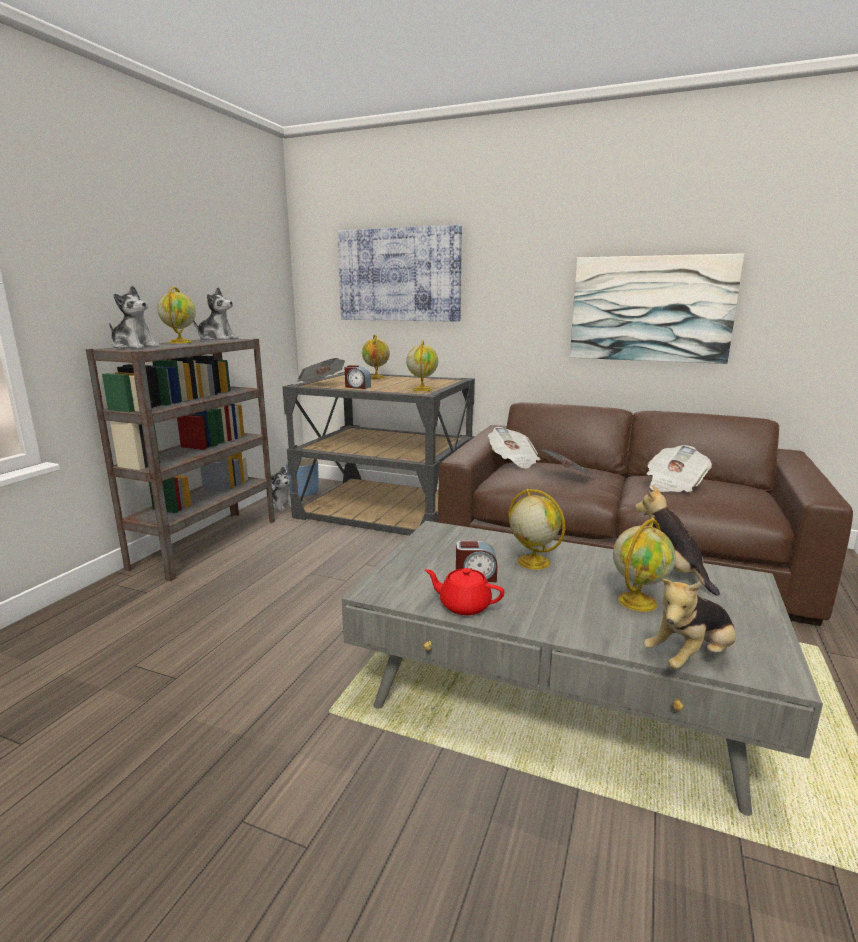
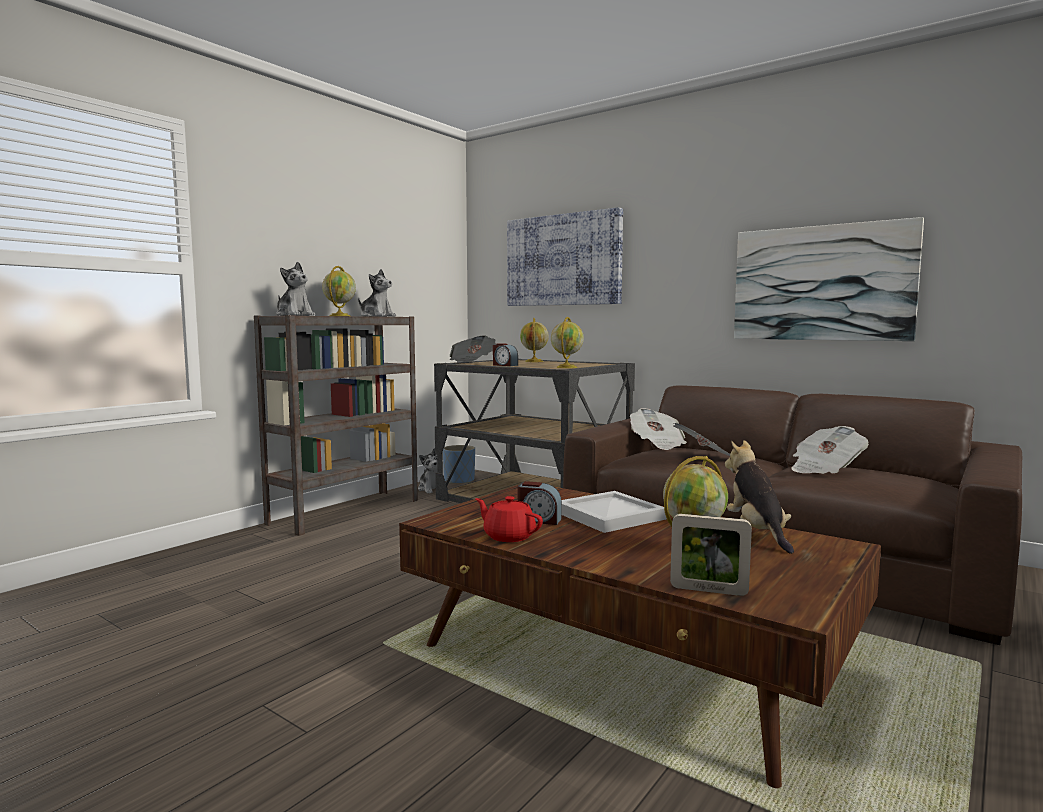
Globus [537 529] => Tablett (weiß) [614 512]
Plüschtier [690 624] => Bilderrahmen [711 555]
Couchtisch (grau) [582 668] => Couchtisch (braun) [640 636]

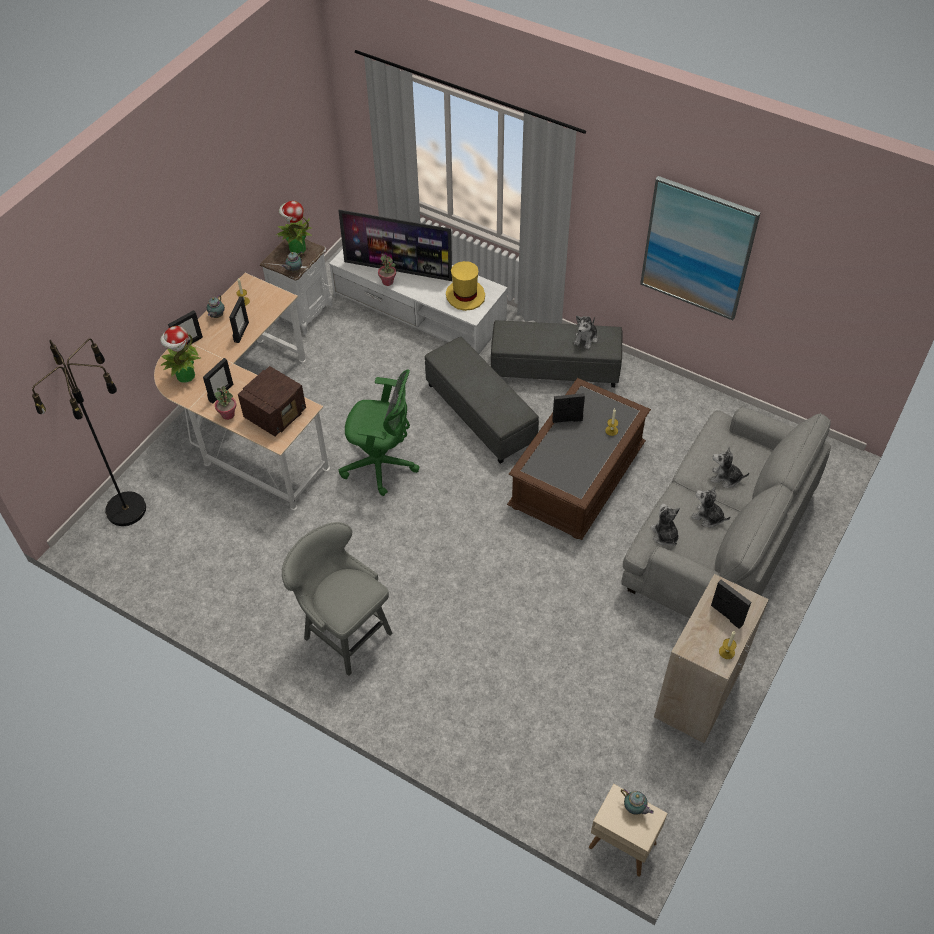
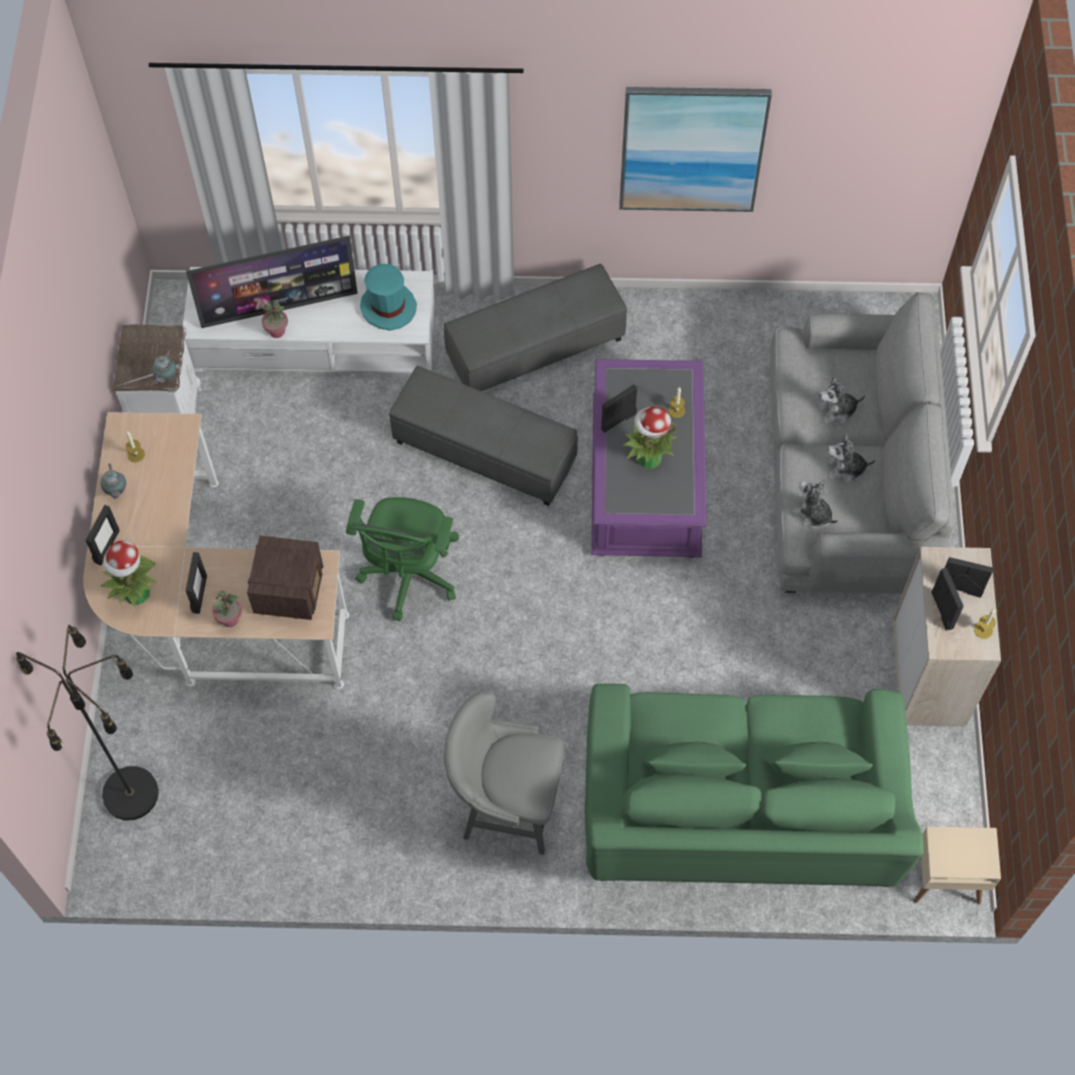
Plüschtier [586 332] => nothing
Teekanne [637 801] => nothing
nothing => Sofa (grün) [754 785]
Bilderrahmen [239 319] => Bilderrahmen [947 599], move
Topfpflanze [293 228] => Topfpflanze [650 437], move
Hut (gelb) [465 286] => Hut (türkis) [388 297]
Couchtisch (braun) [579 459] => Couchtisch (lila) [649 458]
Bürostuhl (grün) [379 432] => Bürostuhl (grün) [402 559], 120 degrees clockwise

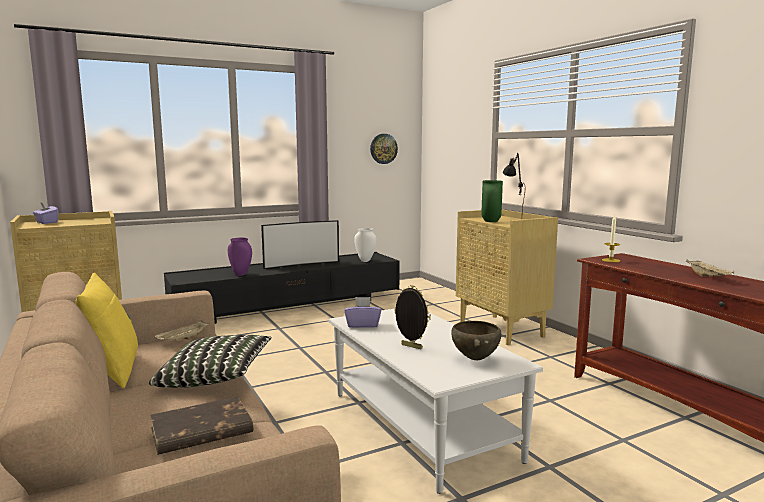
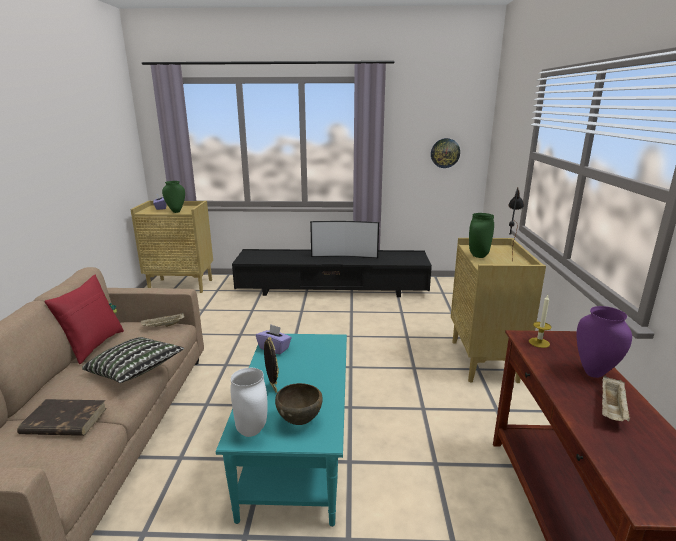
nothing => Vase (grün) [173 197]
Vase (lila) [240 257] => Vase (lila) [604 342], move
Vase (weiß) [365 245] => Vase (weiß) [249 402], move
Kissen (gelb) [106 330] => Kissen (rot) [84 319]
Couchtisch (weiß) [435 401] => Couchtisch (türkis) [281 430]

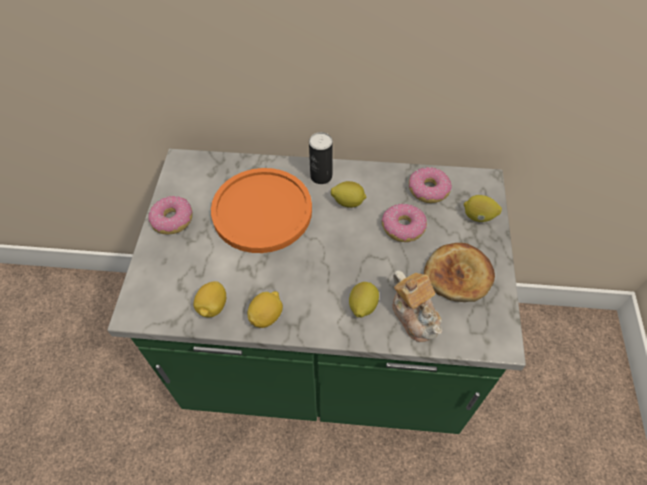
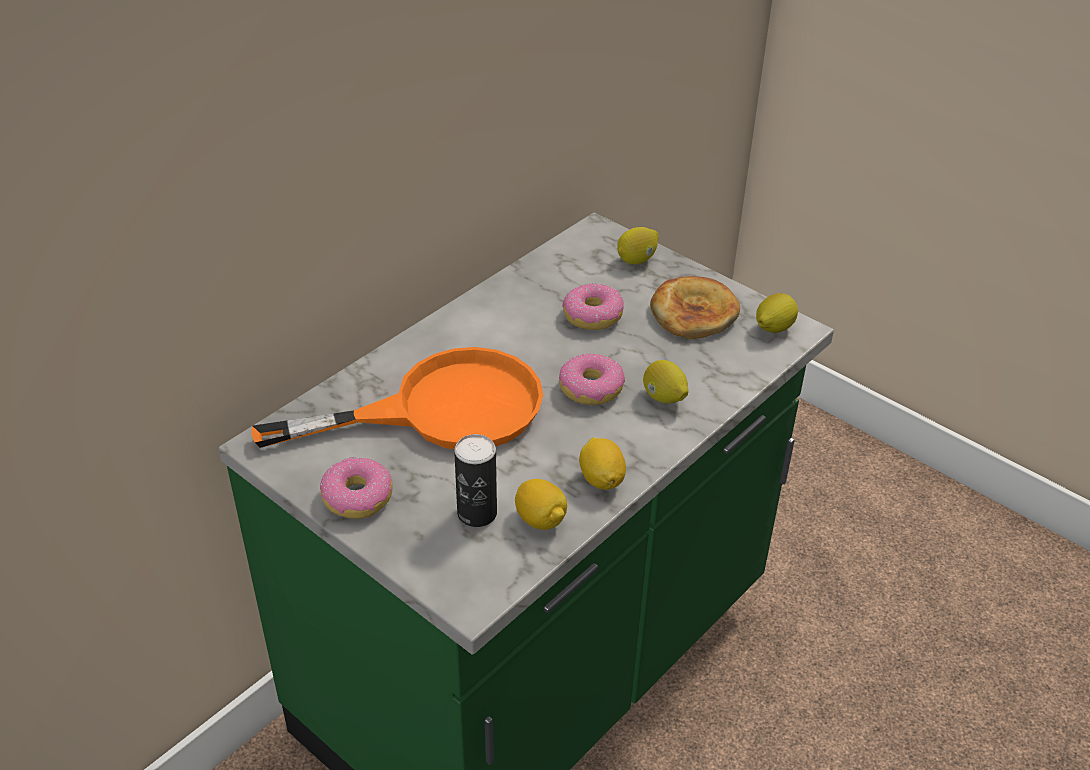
Teekanne [417 306] => nothing
Dose [321 158] => Dose [475 480], move
Zitrone [349 194] => Zitrone [777 313], move
Donut [430 185] => Donut [592 379], move
Teller (orange) [261 210] => Pfanne (orange) [397 398]

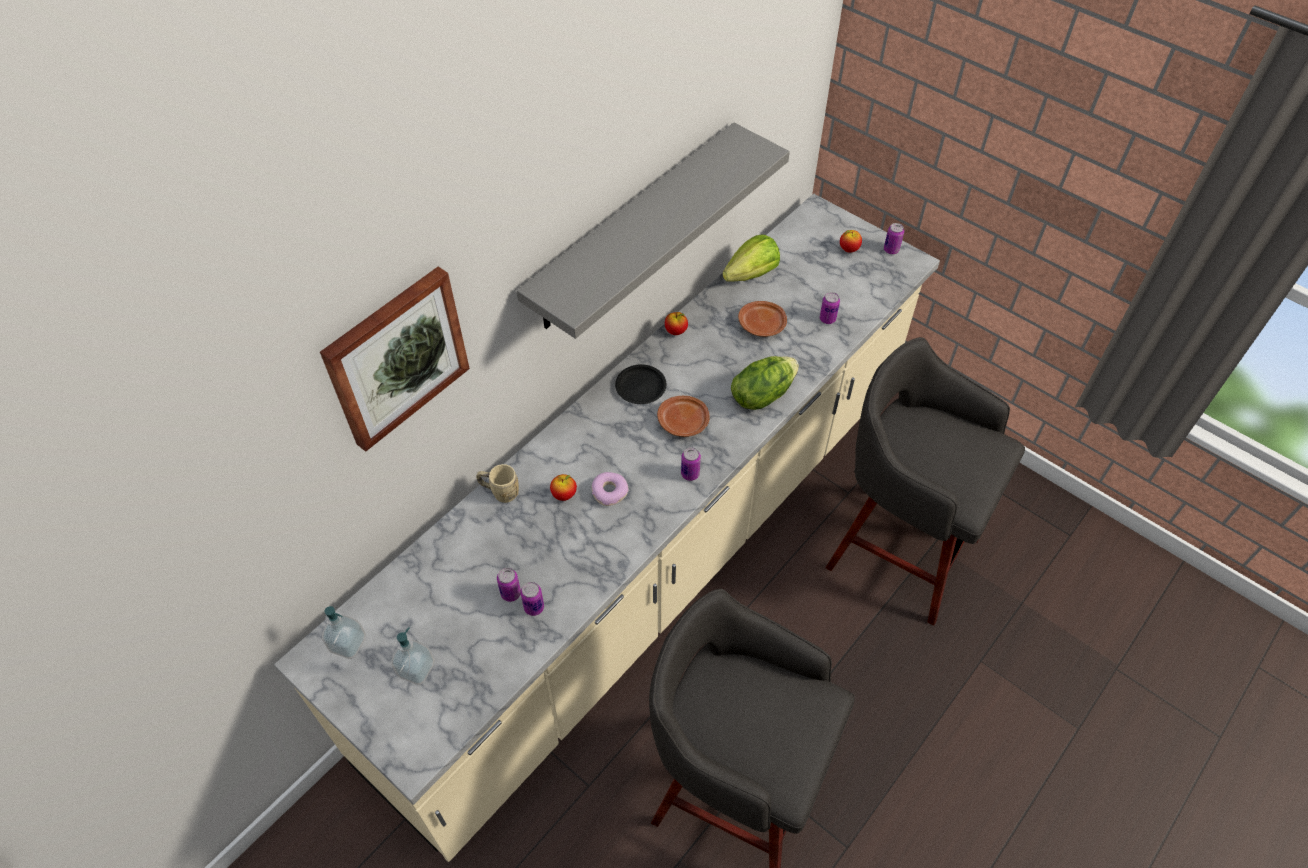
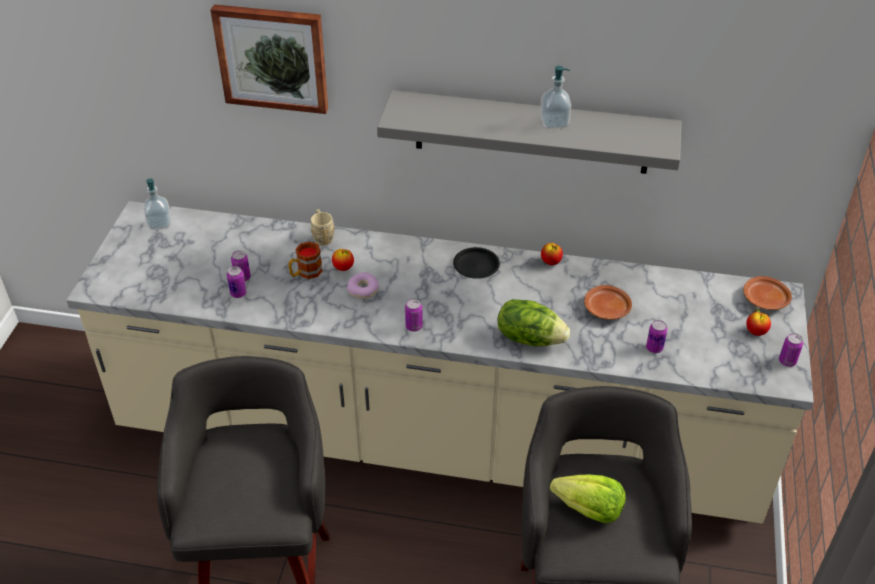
nothing => Henkelbecher [305 260]
Seifenspender [413 656] => Seifenspender [555 97], move
Teller (braun) [683 416] => Teller (braun) [768 293], move
Salatkopf [751 258] => Salatkopf [587 499], move

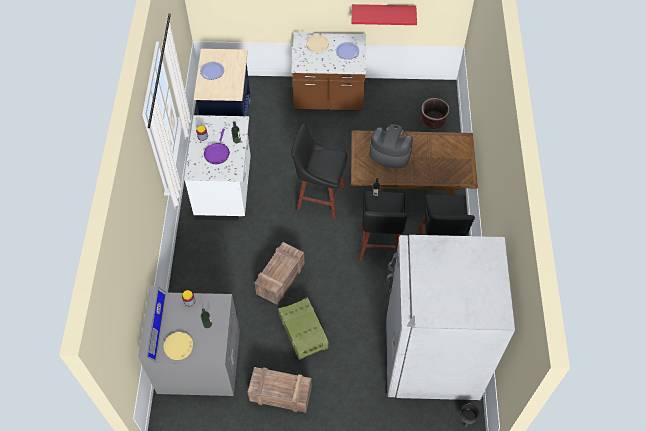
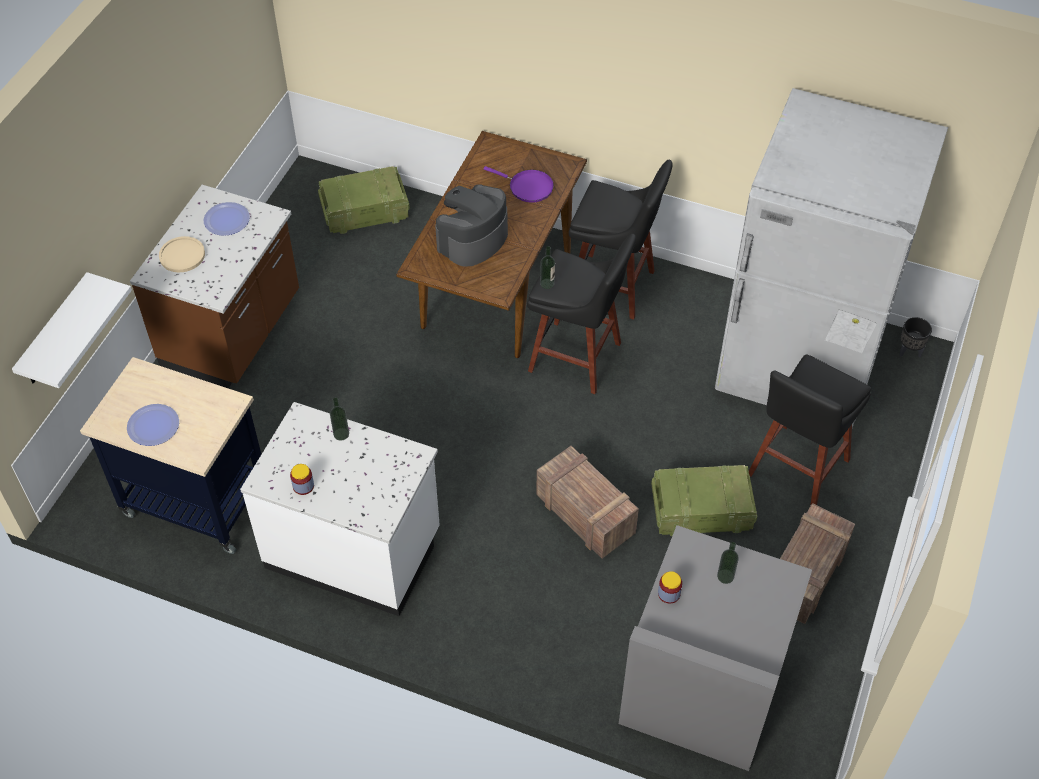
Teller (gelb) [178 346] => nothing
Wandregal (rot) [384 14] => nothing
nothing => Wandregal (weiß) [72 330]
Pfanne (lila) [217 146] => Pfanne (lila) [519 184], move
Hocker (schwarz) [319 171] => Hocker (schwarz) [810 430], move
Pflanzkübel (braun) [435 113] => Kiste [364 200]

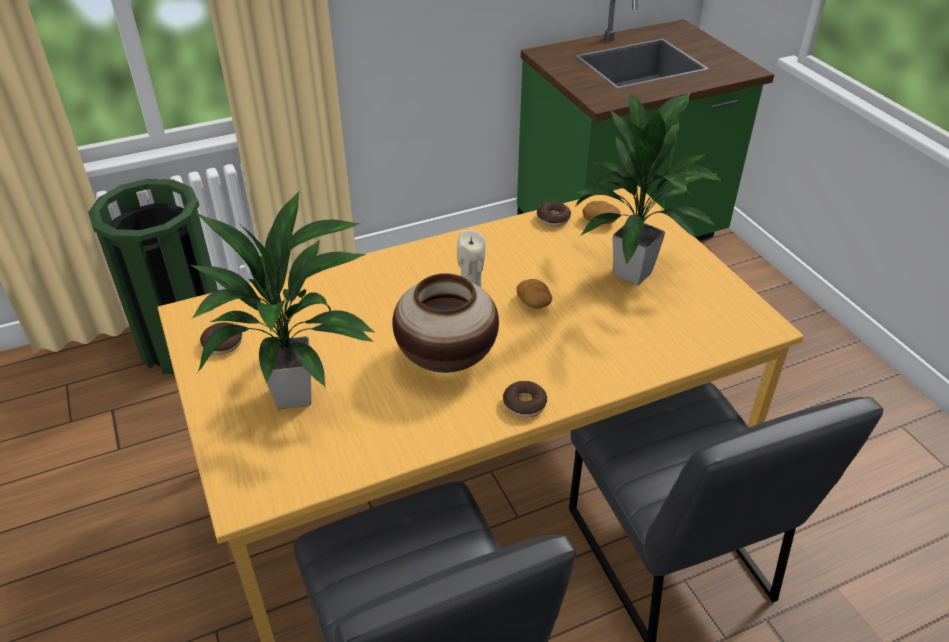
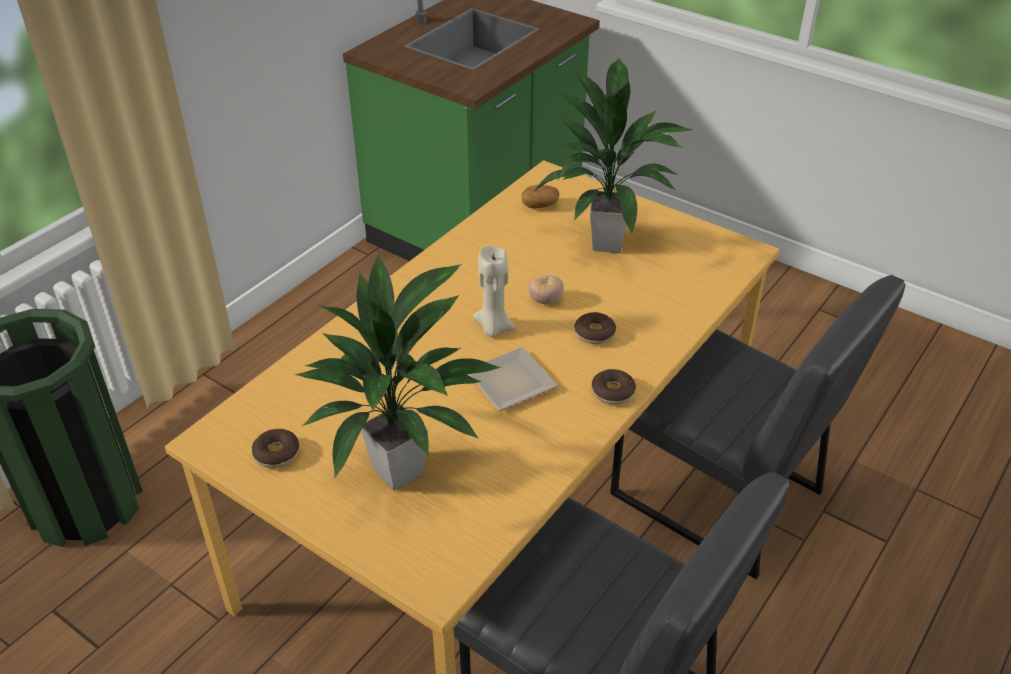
Donut [554 214] => Donut [595 328], move
Vase [446 323] => Teller [513 379]
Kartoffel [534 294] => Tomate [546 289]

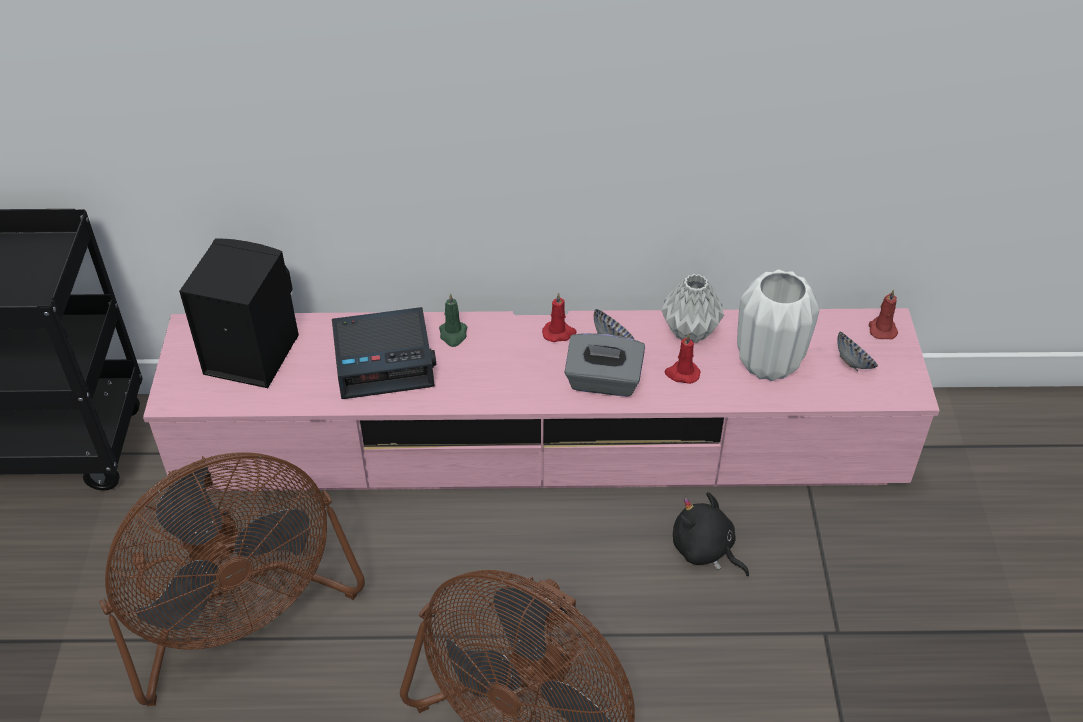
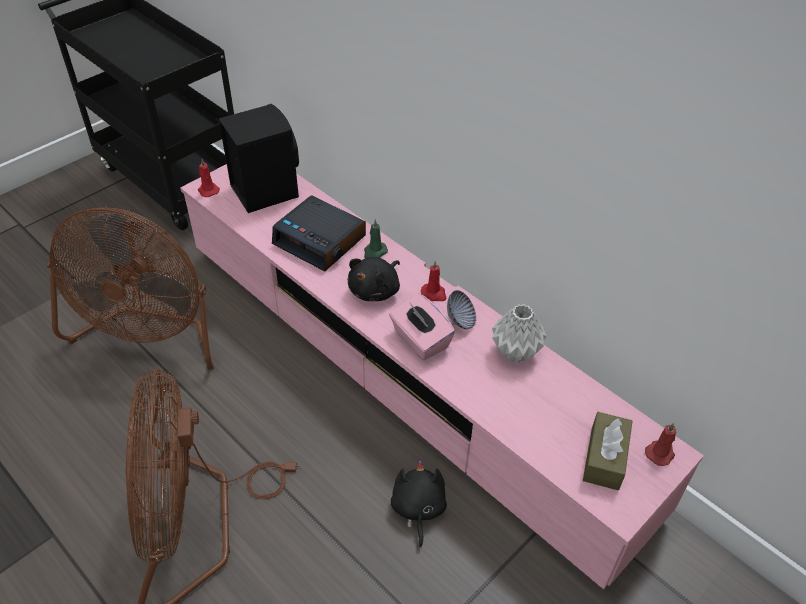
Vase (weiß) [778 325] => nothing
nothing => Plüschtier (schwarz) [373 279]
Kerze (rot) [682 358] => Kerze (rot) [209 178], move
Schüssel [857 351] => Taschentuchbox (braun) [607 451]
Taschentuchbox (grau) [605 364] => Taschentuchbox (rosa) [422 326]

